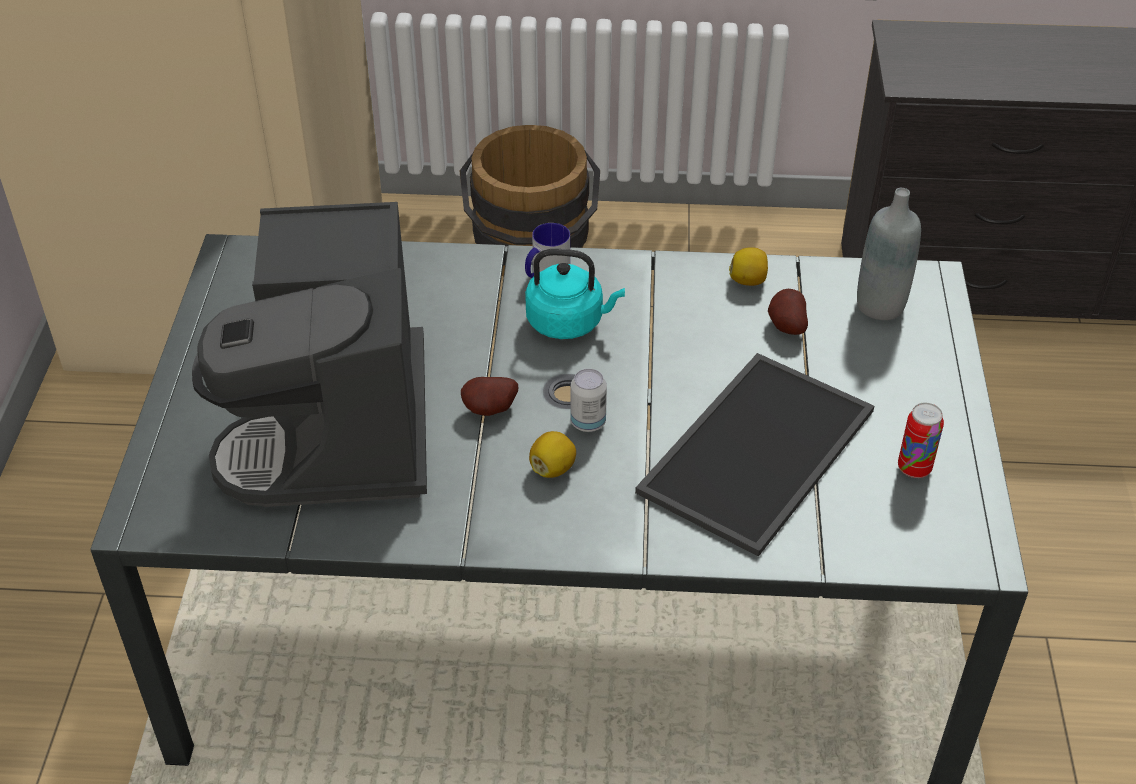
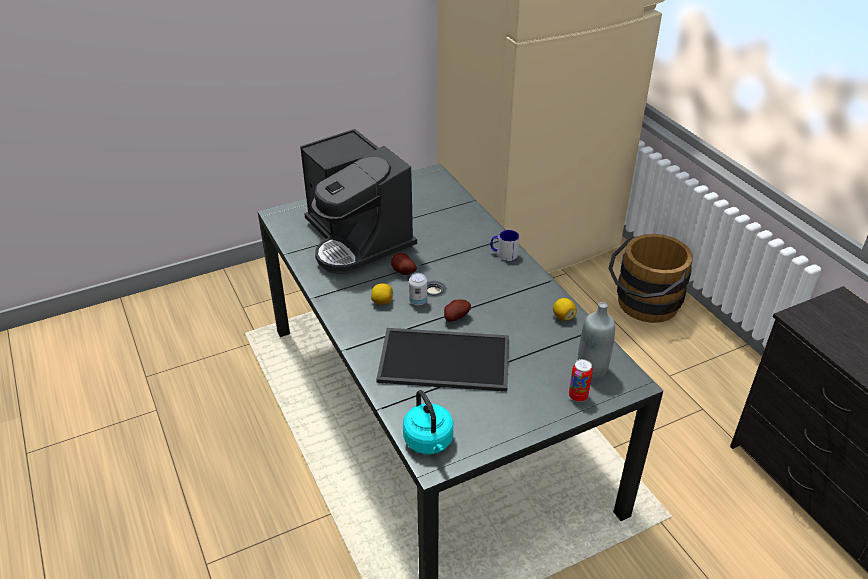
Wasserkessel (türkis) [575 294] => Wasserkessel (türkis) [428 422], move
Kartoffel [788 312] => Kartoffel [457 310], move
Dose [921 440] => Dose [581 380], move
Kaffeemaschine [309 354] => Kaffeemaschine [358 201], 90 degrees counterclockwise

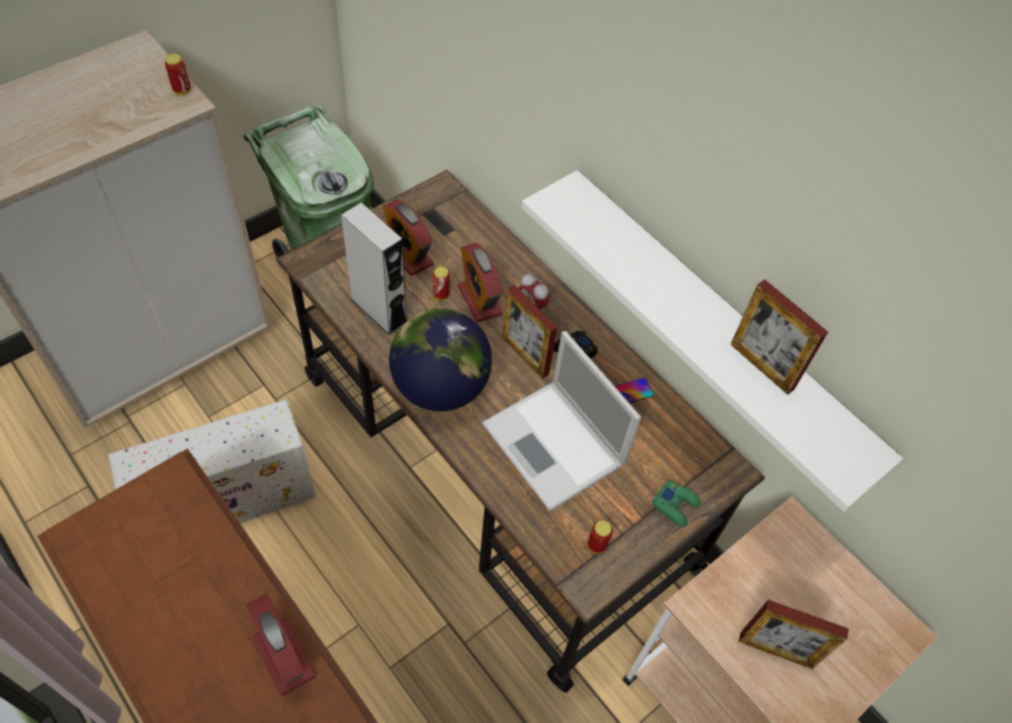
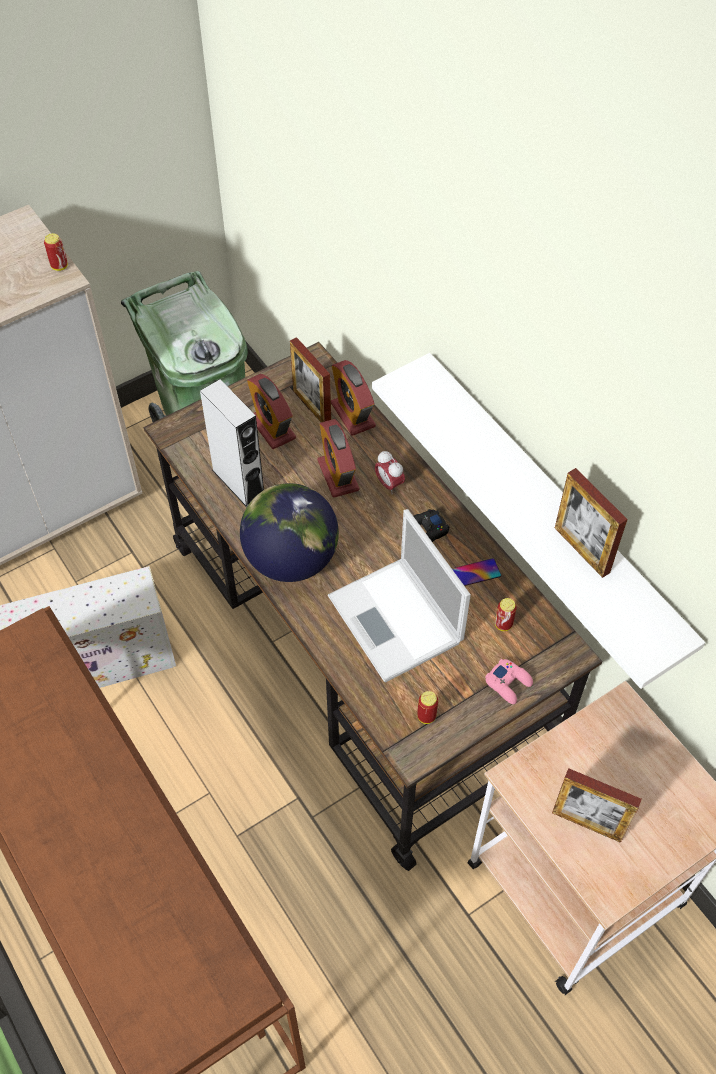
Wecker [280 645] => Wecker [353 398], move
Dose [441 283] => Dose [506 614], move
Bilderrahmen [530 332] => Bilderrahmen [310 379], move
Gamepad (grün) [676 504] => Gamepad (rosa) [509 681]

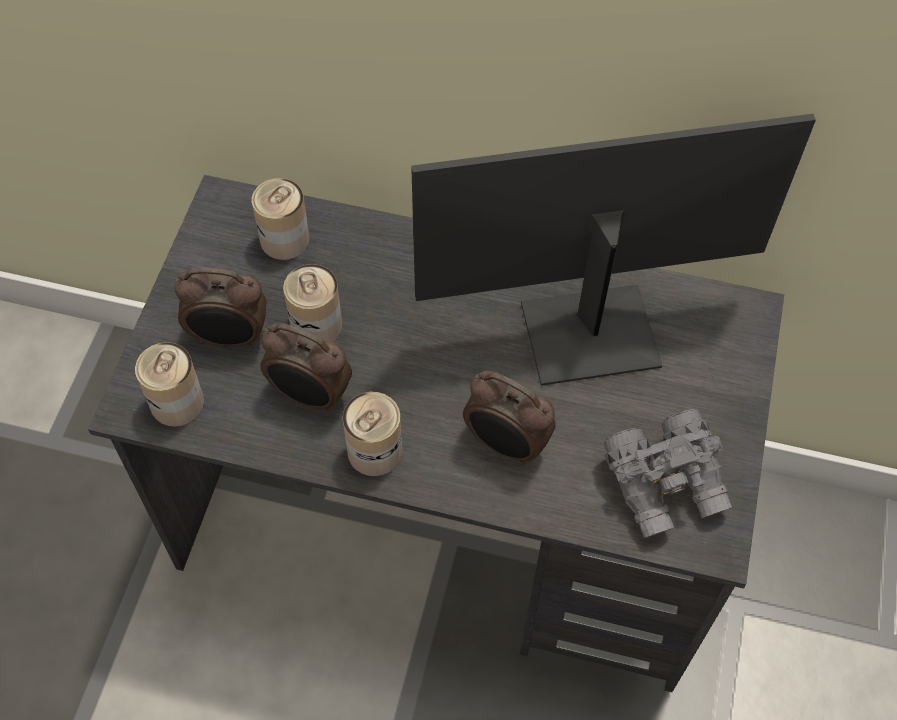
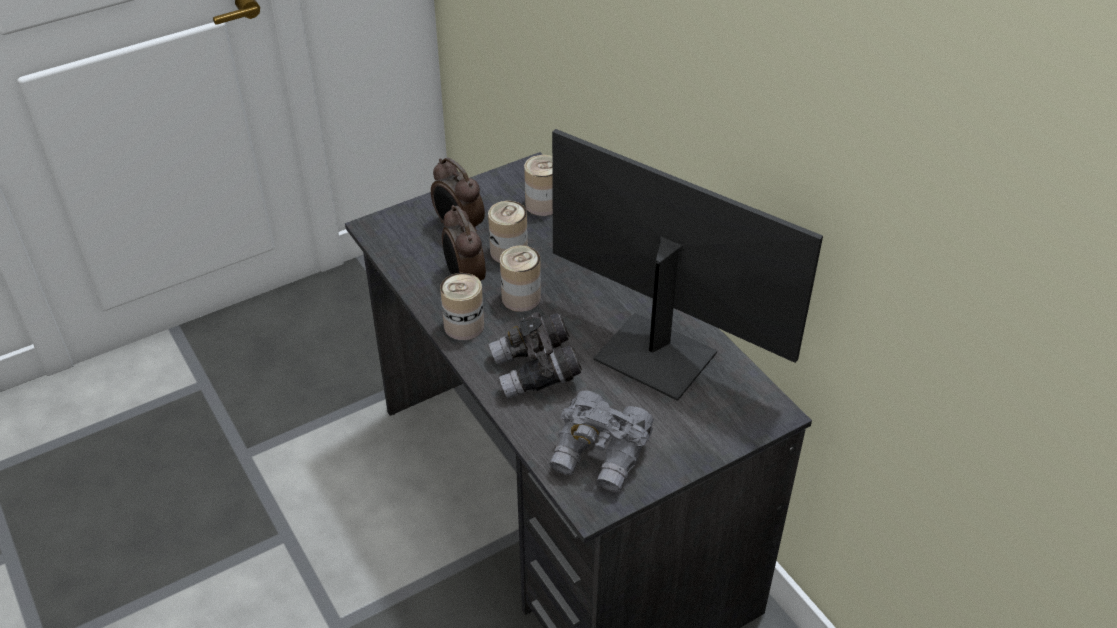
Dose [169 384] => Dose [520 279], move
Wecker [509 417] => Fernglas (grau) [535 355]

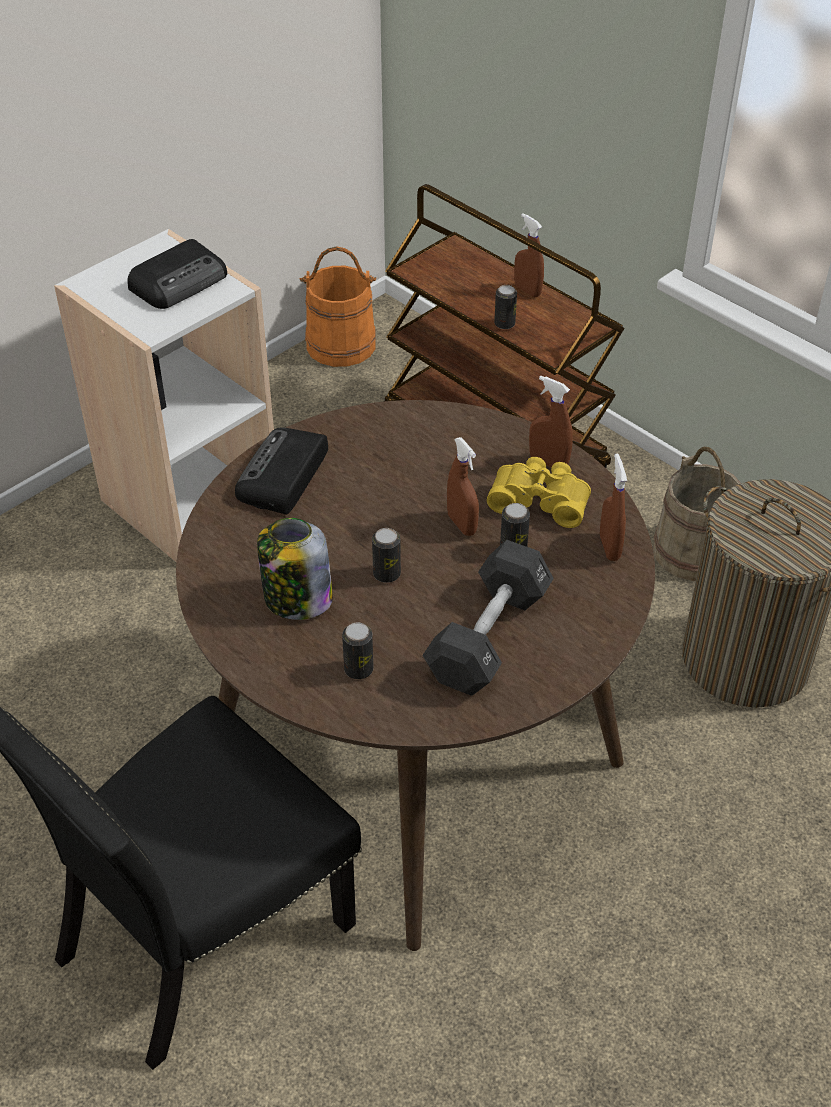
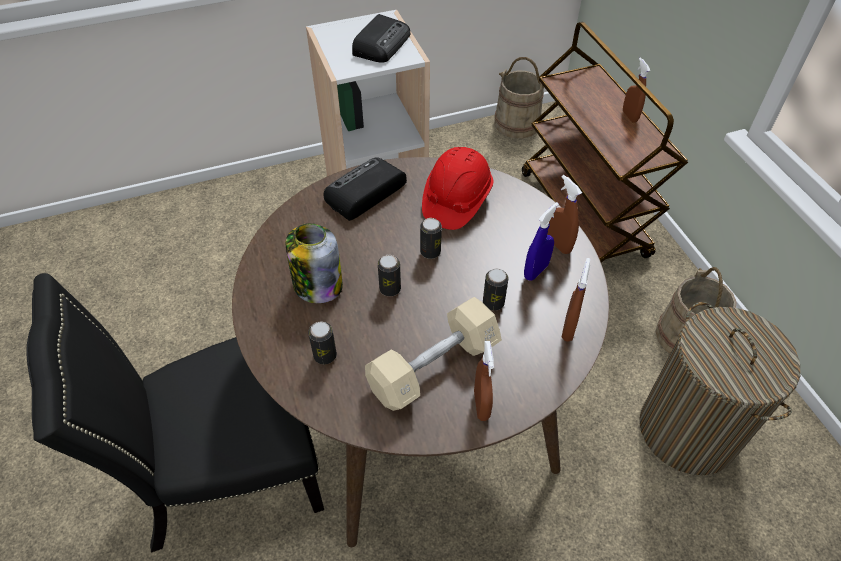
nothing => Schutzhelm (rot) [457 188]
Sprühflasche (braun) [463 486] => Sprühflasche (braun) [484 381], move
Dose [505 307] => Dose [431 238], move
Fernglas (gelb) [539 492] => Sprühflasche (blau) [541 241]
Eimer (orange) [338 306] => Eimer (beige) [519 97]
Hantel (schwarz) [488 618] => Hantel (beige) [433 354]
Radio [177 274] => Radio [381 38], 45 degrees counterclockwise

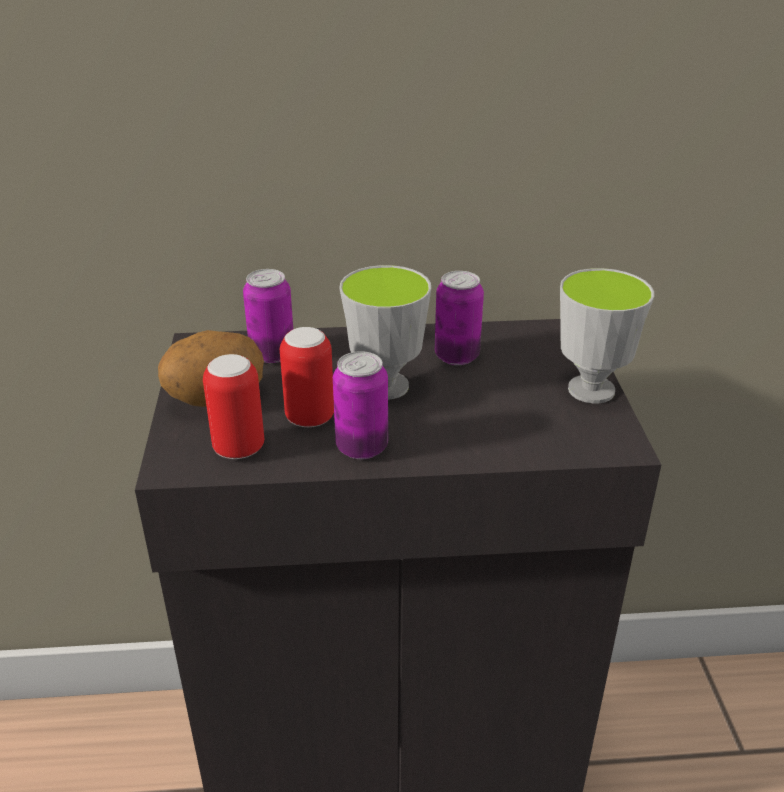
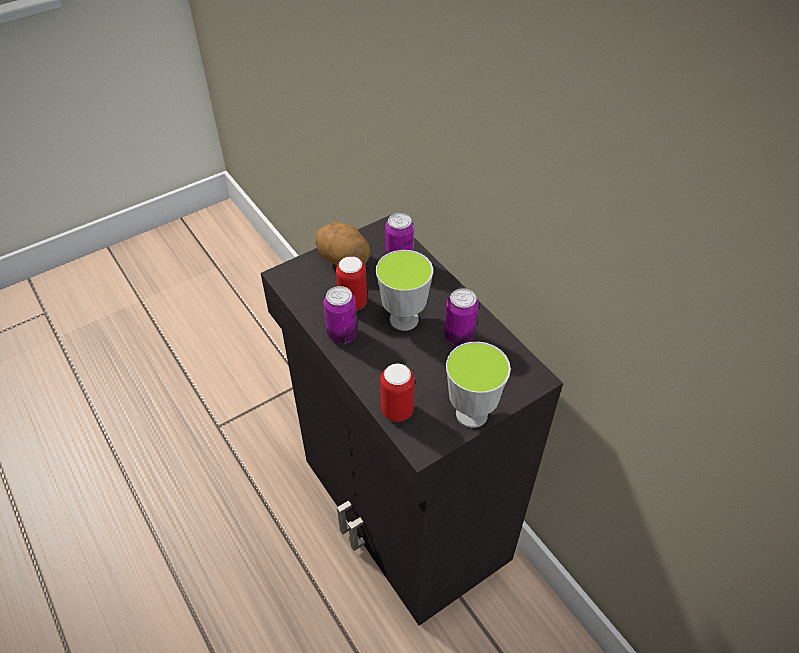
Dose [233 406] => Dose [398 392], move

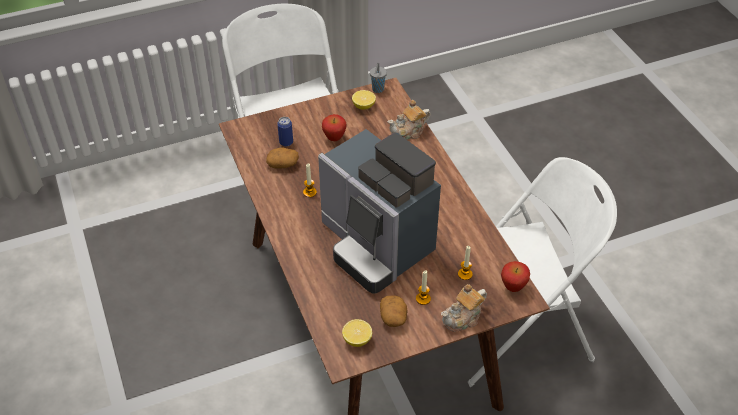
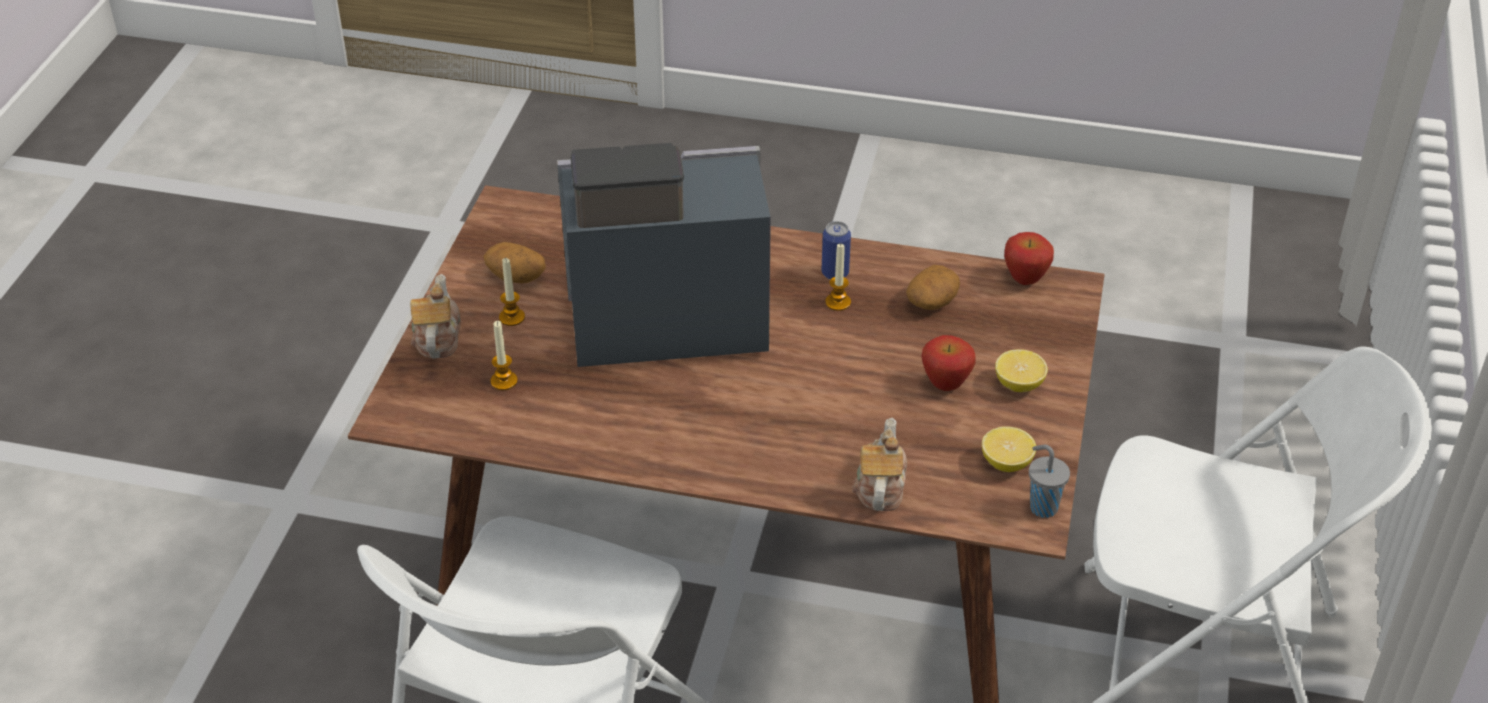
Dose [285 131] => Dose [836 250], move
Zitrone [357 333] => Zitrone [1021 370], move
Apfel [515 276] => Apfel [1029 258], move

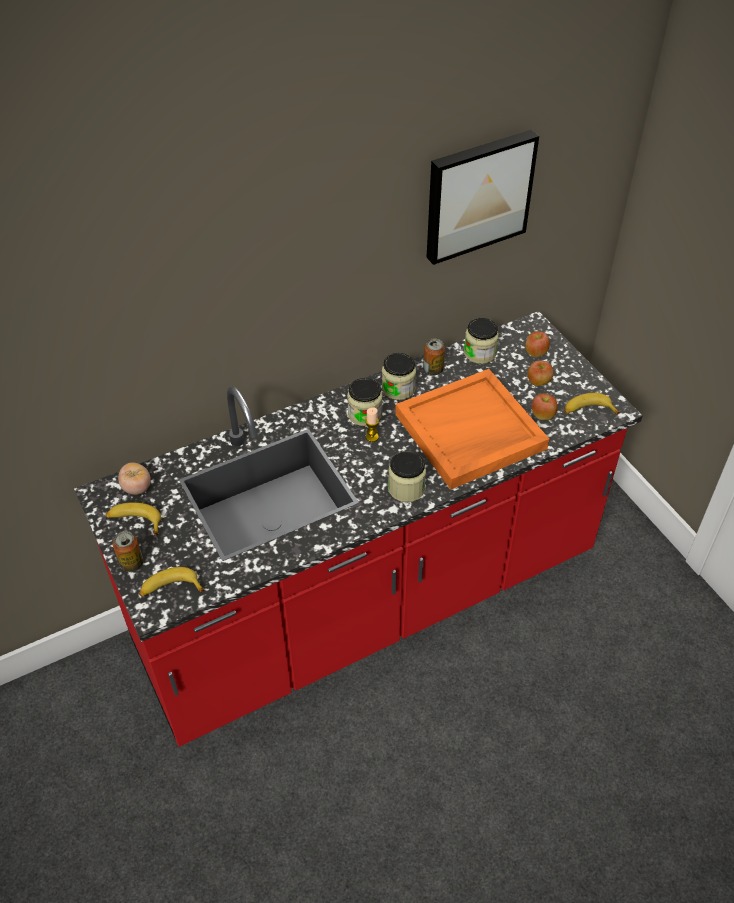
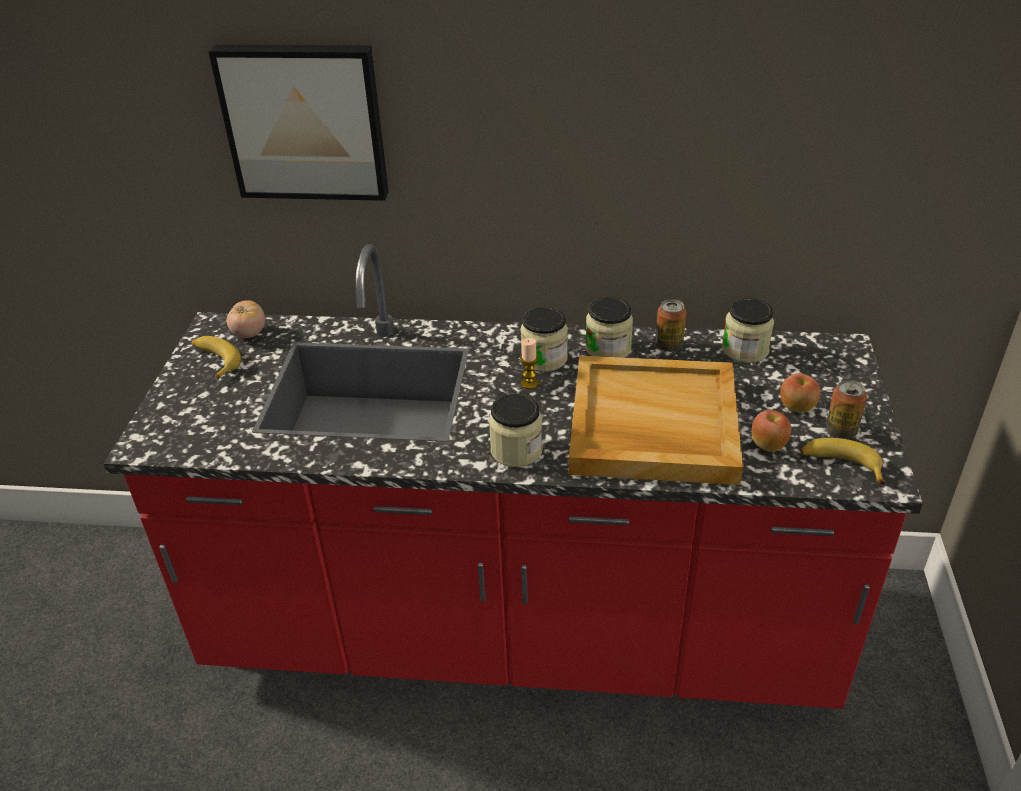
Banane [172 582] => nothing
Apfel [537 344] => nothing
Dose [128 551] => Dose [846 409], move
Bild [482 197] => Bild [298 123], move
Tablett (orange) [472 429] => Tablett (beige) [656 420]

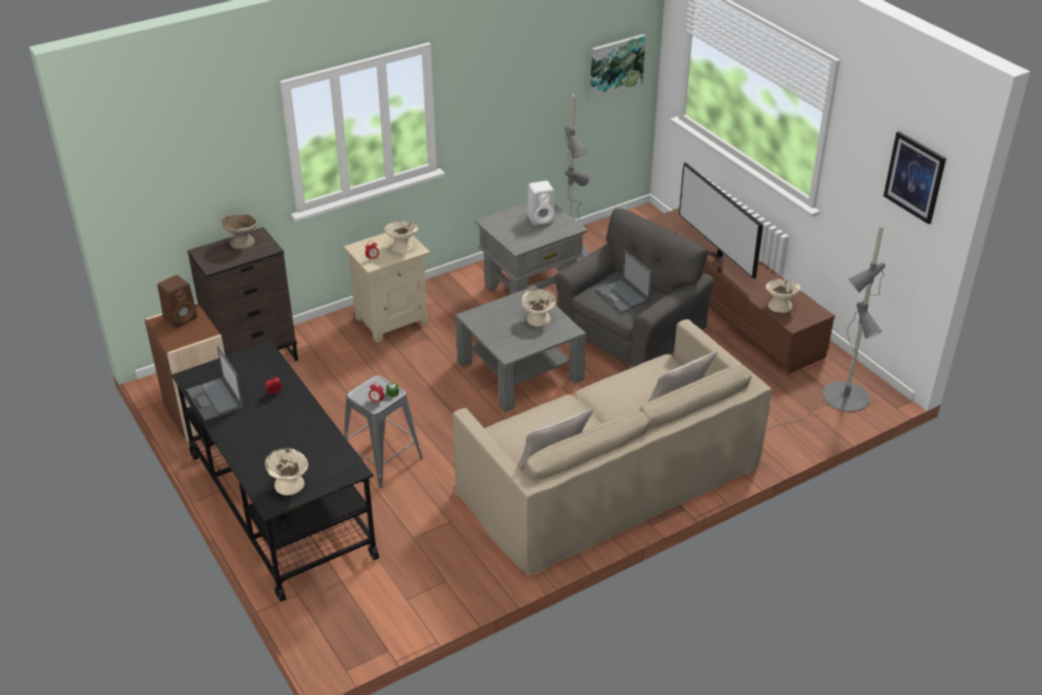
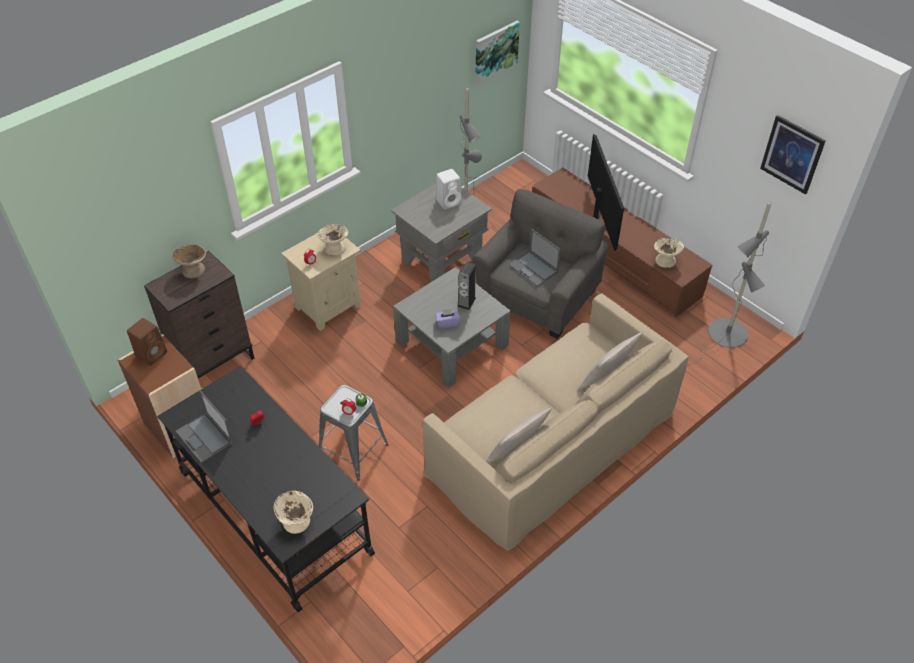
nothing => Taschentuchbox (lila) [447 318]
Schüssel (beige) [538 308] => Lautsprecher [466 286]
Fernseher [721 220] => Fernseher [606 192], 150 degrees counterclockwise

